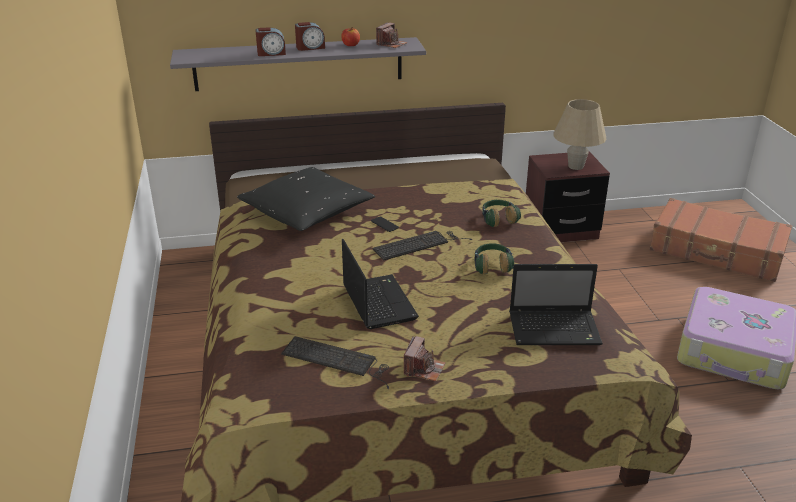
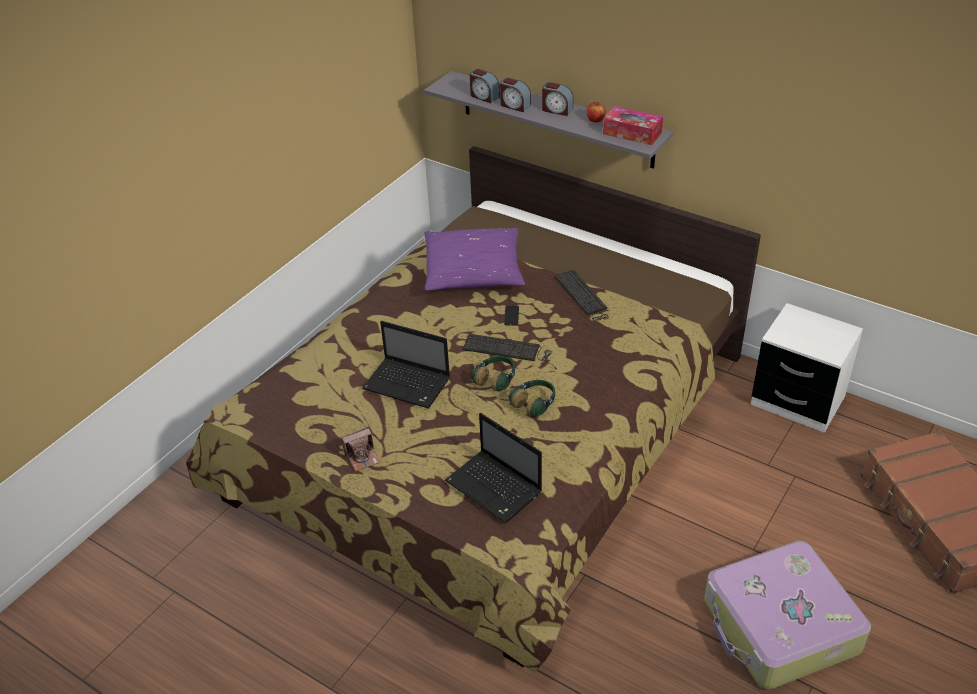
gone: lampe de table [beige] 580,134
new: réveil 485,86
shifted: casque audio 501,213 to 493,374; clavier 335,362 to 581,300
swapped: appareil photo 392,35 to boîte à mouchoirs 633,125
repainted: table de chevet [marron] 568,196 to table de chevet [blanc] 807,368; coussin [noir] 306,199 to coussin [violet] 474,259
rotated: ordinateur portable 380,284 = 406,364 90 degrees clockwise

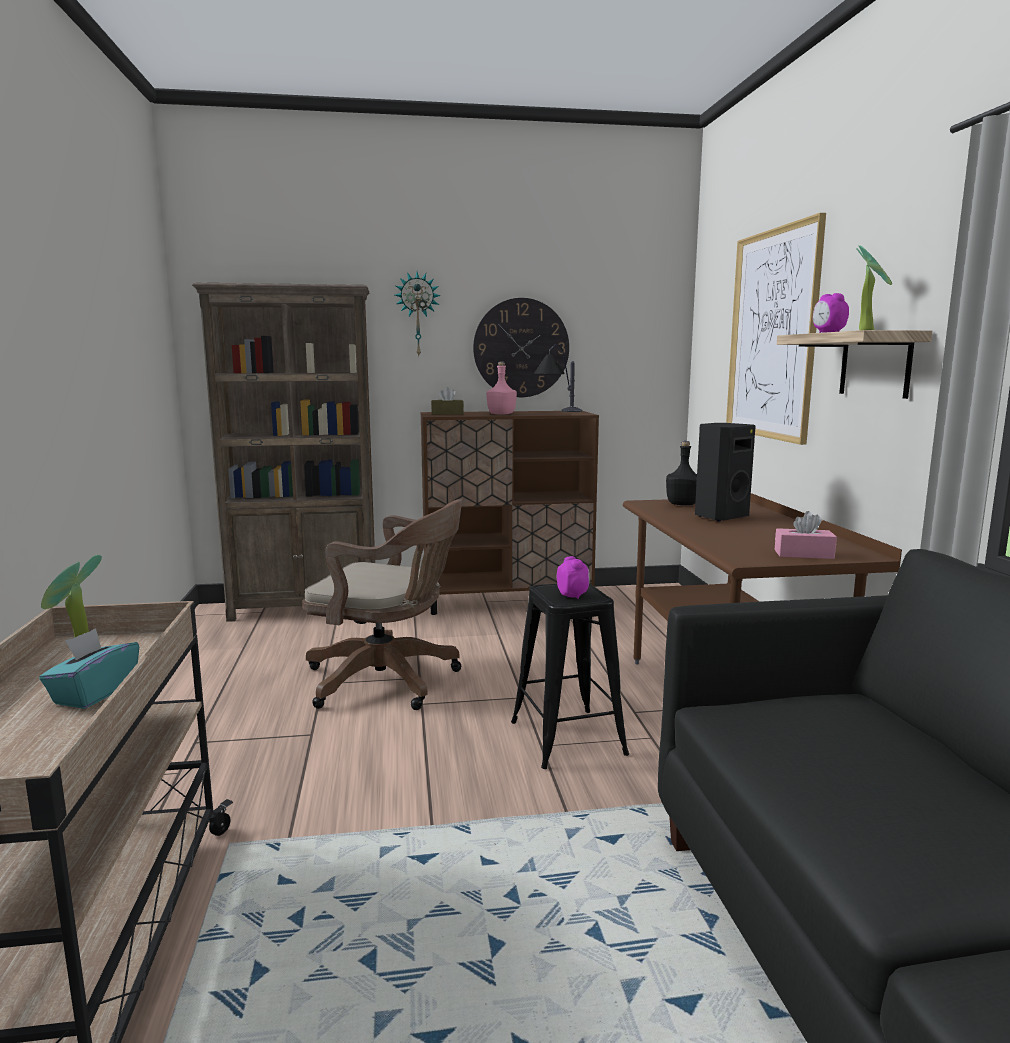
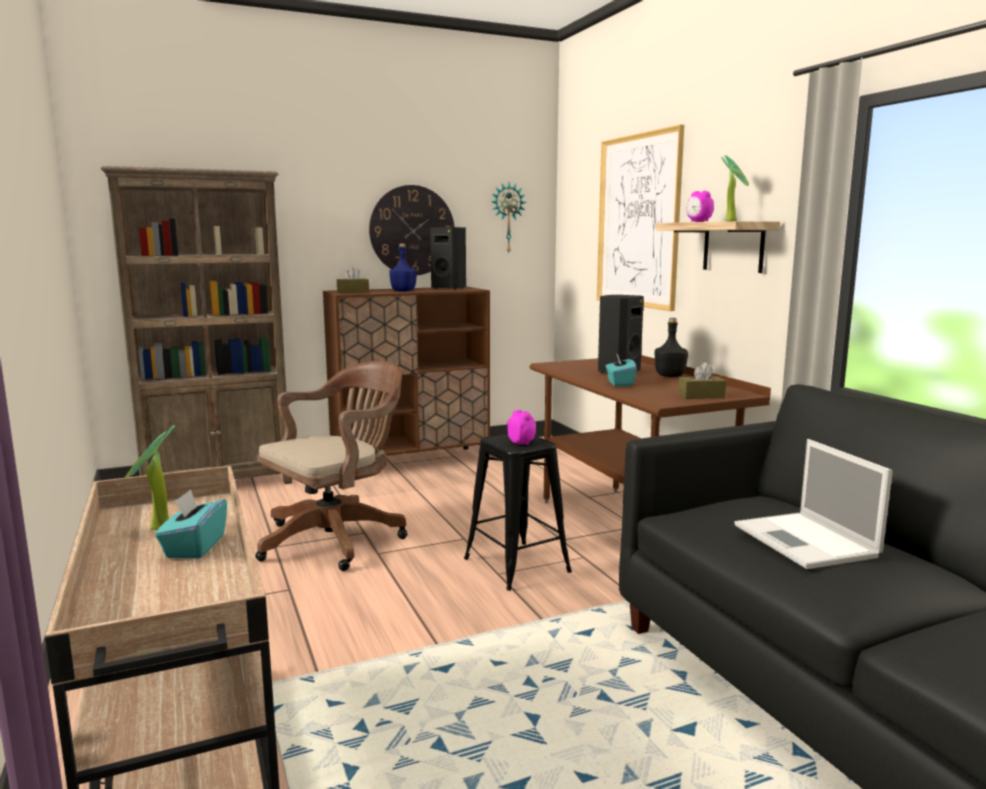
new: boîte à mouchoirs [turquoise] 621,370; ordinateur portable 813,504
shifted: horloge murale 418,314 to 509,218; bouteille [noir] 681,473 to 671,347
swapped: lampe de table 558,378 to enceinte [noir] 448,258
repainted: bouteille [rose] 501,388 to bouteille [bleu] 403,267; boîte à mouchoirs [rose] 806,535 to boîte à mouchoirs [marron] 702,380
rotated: chaise de bureau [marron] 382,604 = 331,466 45 degrees counterclockwise

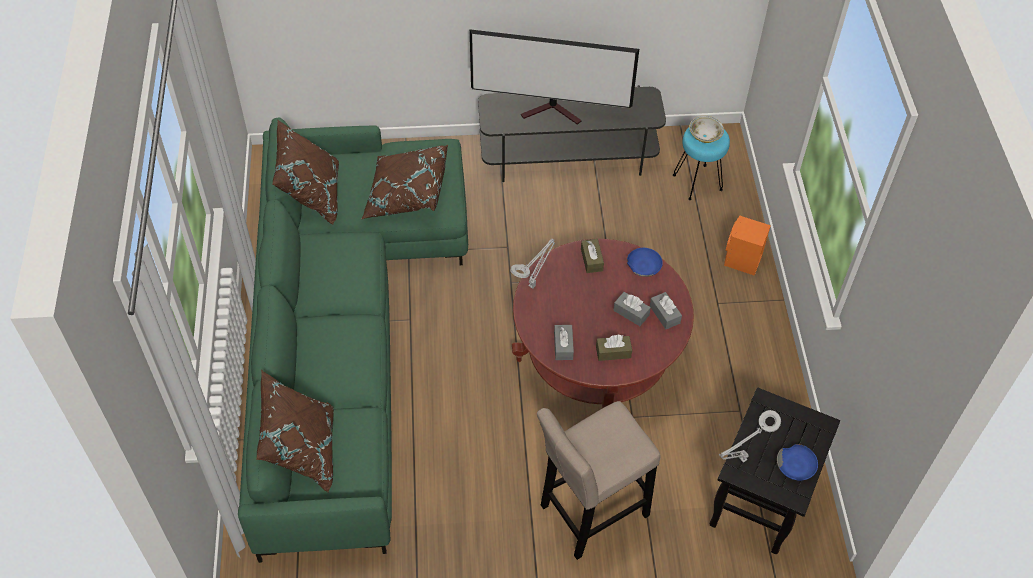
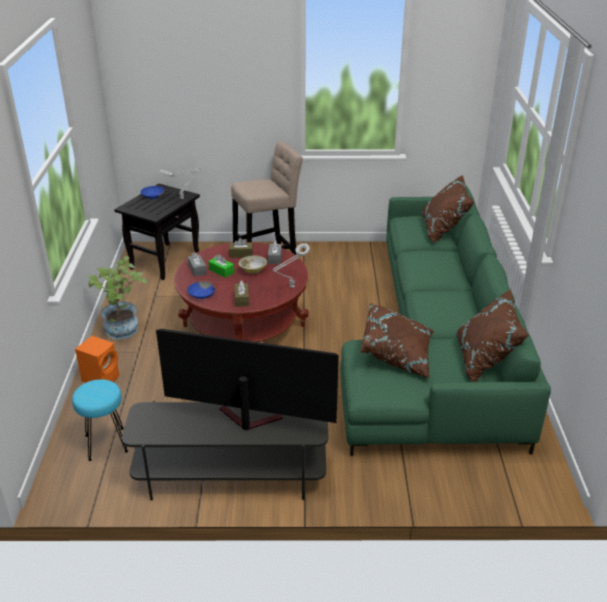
new: plante en pot 118,297
shifted: bol 706,129 to 253,264
repainted: boîte à mouchoirs [gris] 632,309 to boîte à mouchoirs [vert] 221,266

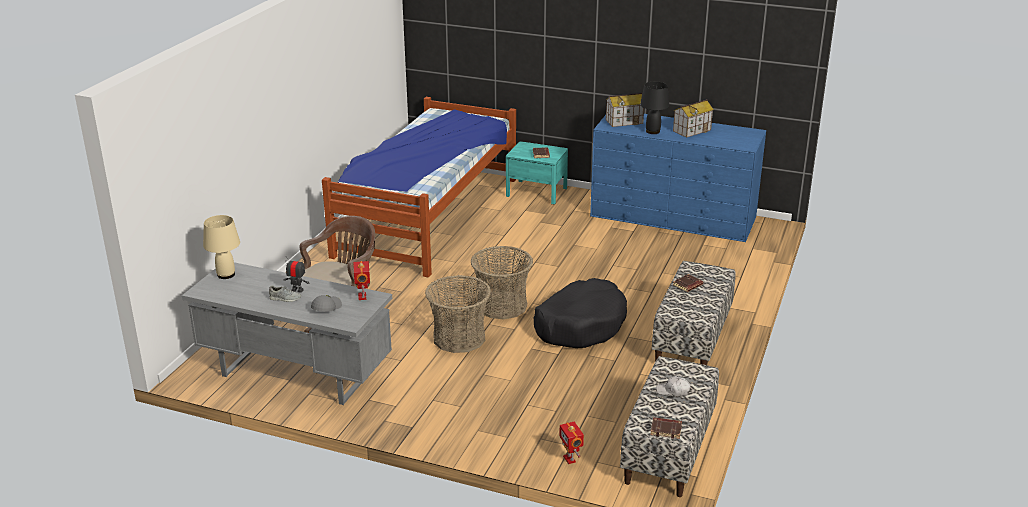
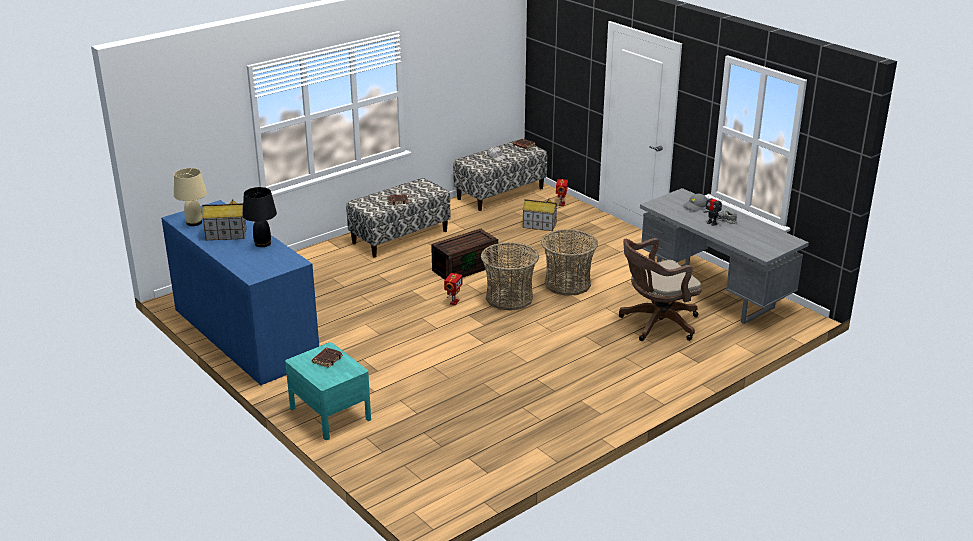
gone: lit 419,187
shifted: maison miniature 625,110 to 540,215; lampe de table [beige] 221,247 to 190,197; robot jouet 361,280 to 453,289
swapped: panier pour chien [noir] 580,313 to boîte de rangement [marron] 464,254

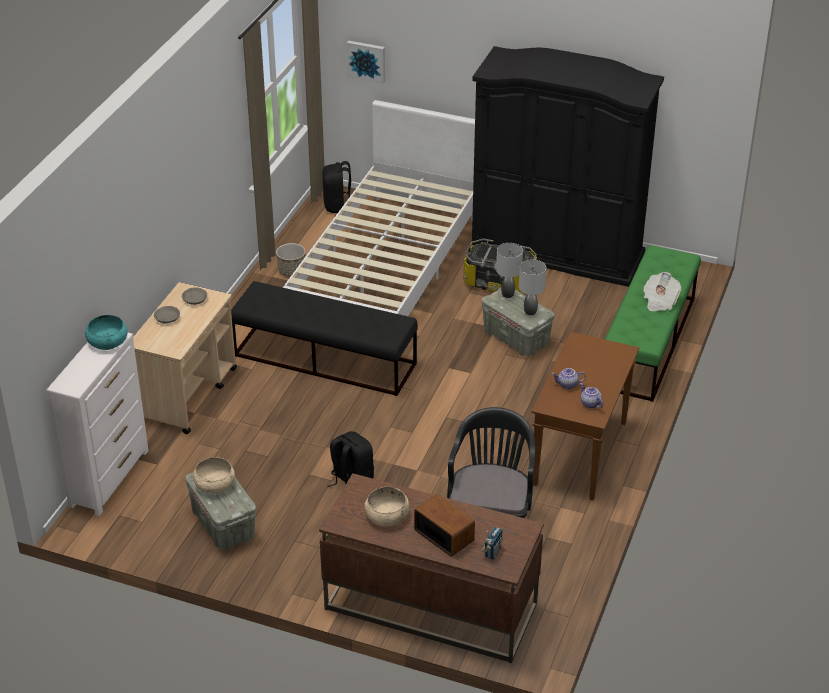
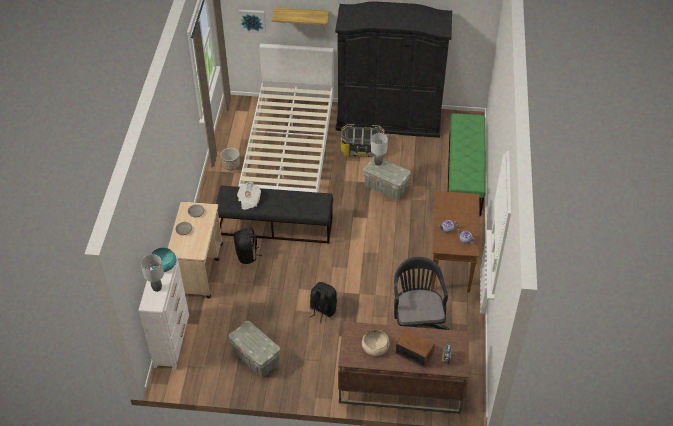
gone: bol [beige] 214,475
new: étagère 300,16
shifted: sac à dos [noir] 336,187 to 248,245; lampe de table [gris] 532,287 to 152,273; journal 662,291 to 249,196

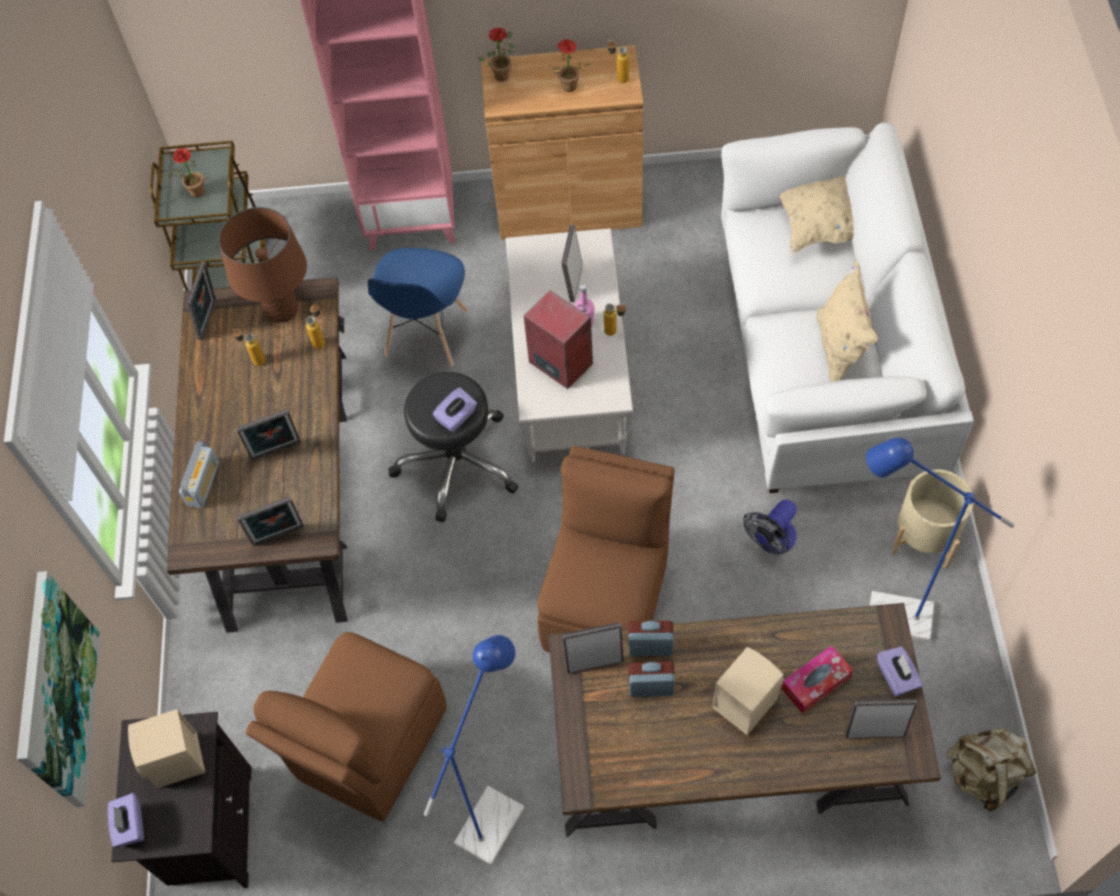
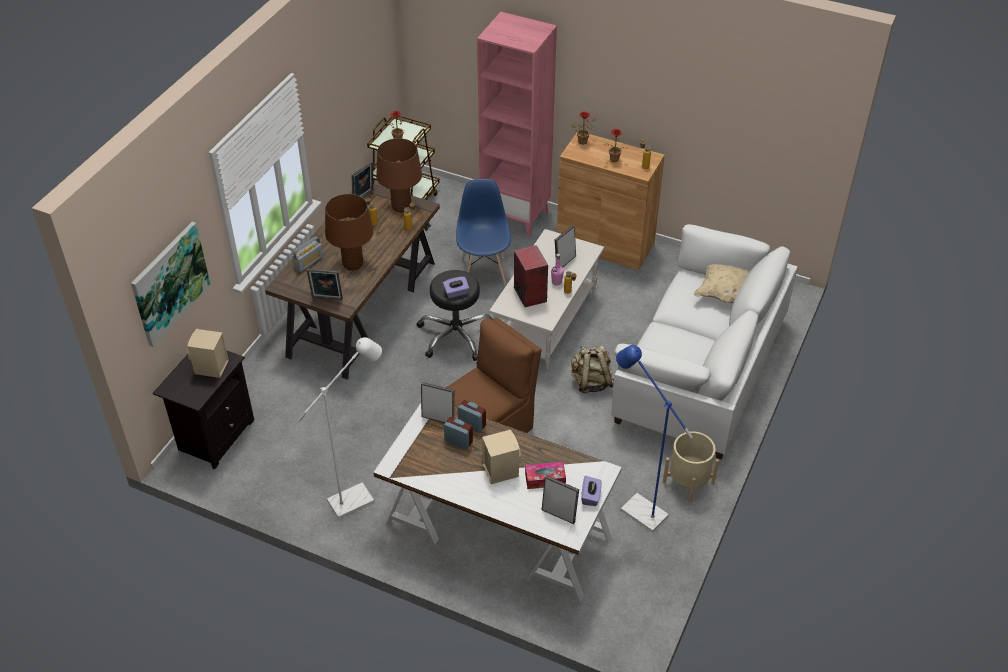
gone: coussin [beige] 847,321; ventilateur 770,527; chaise [marron] 346,727; boîte à mouchoirs [violet] 126,820
shifted: sac à dos [beige] 991,769 to 592,369
swapped: cadre photo 268,435 to lampe de table [marron] 349,232
repainted: bureau [marron] 744,720 to bureau [blanc] 497,502; lampadaire [bleu] 474,750 to lampadaire [blanc] 340,428
rotated: chaise [bleu] 418,307 = 483,232 135 degrees clockwise

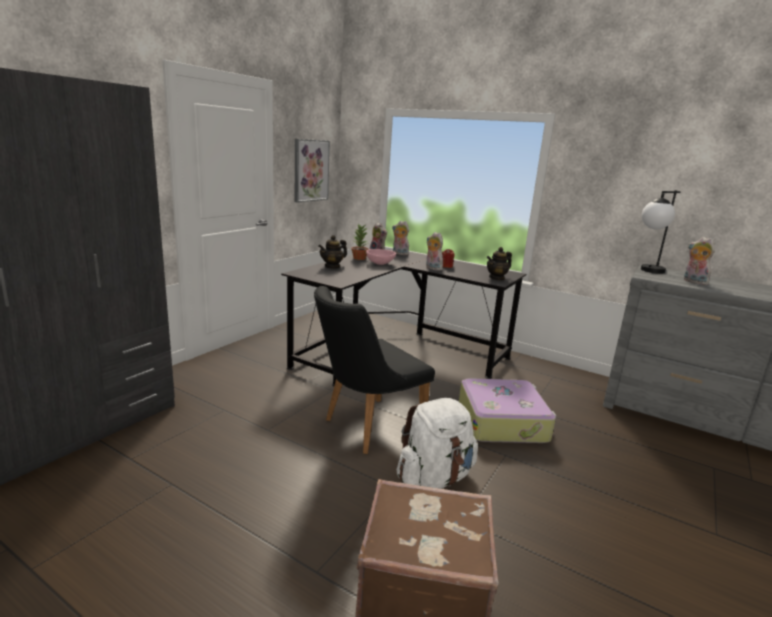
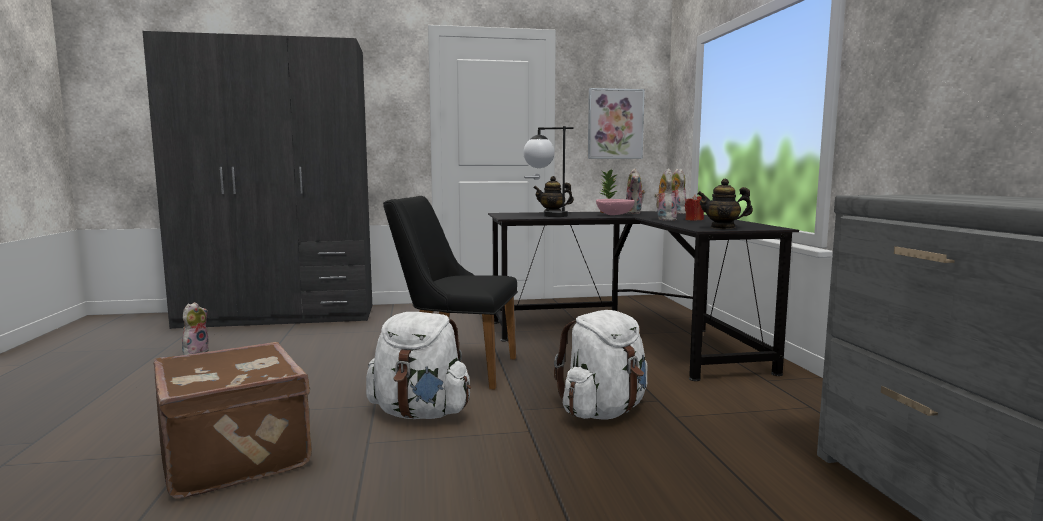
shifted: lampe de table 660,232 to 548,171; peluche 699,261 to 195,328
swapped: valise 507,410 to sac à dos [blanc] 601,365

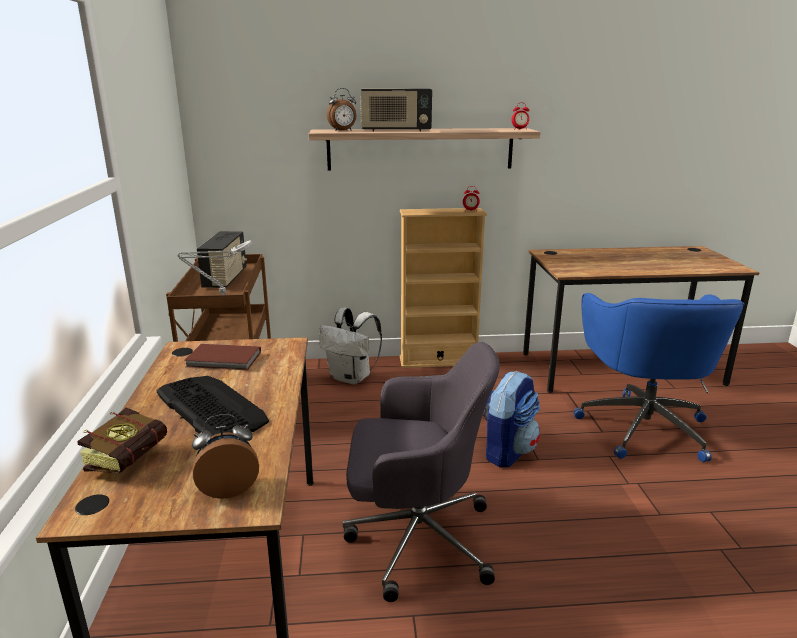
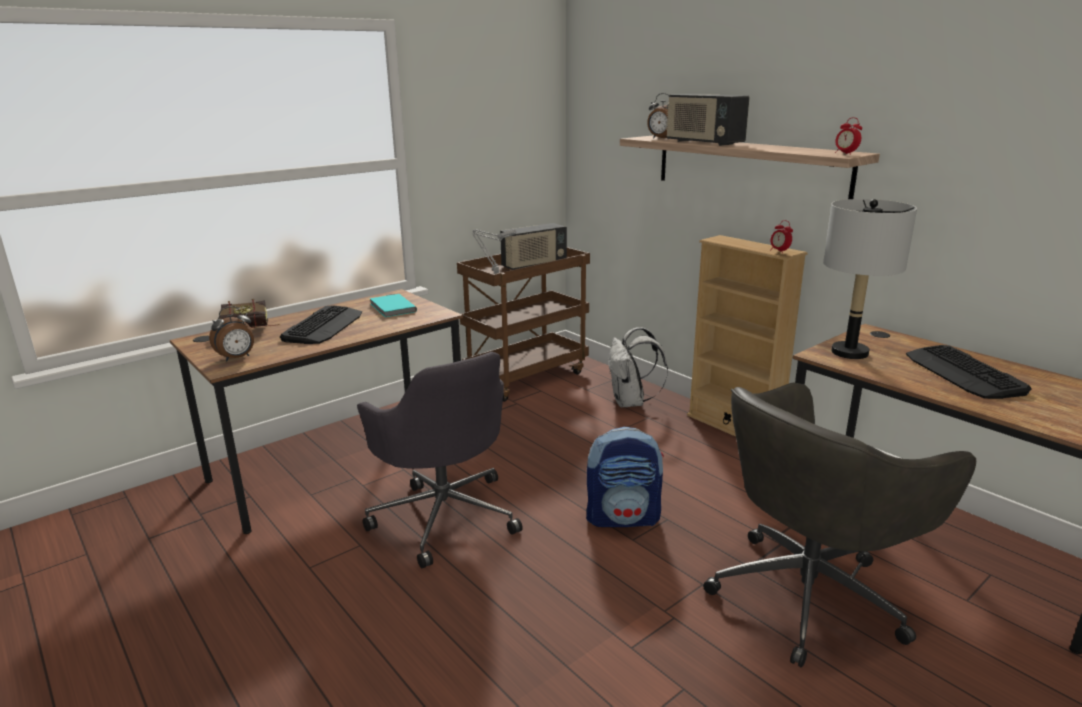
new: lampe de table [gris] 870,279; clavier 969,372
repainted: chaise de bureau [bleu] 658,377 to chaise de bureau [gris] 839,525; livre [marron] 222,357 to livre [turquoise] 393,305
rotated: réveil 225,456 = 231,333 105 degrees clockwise

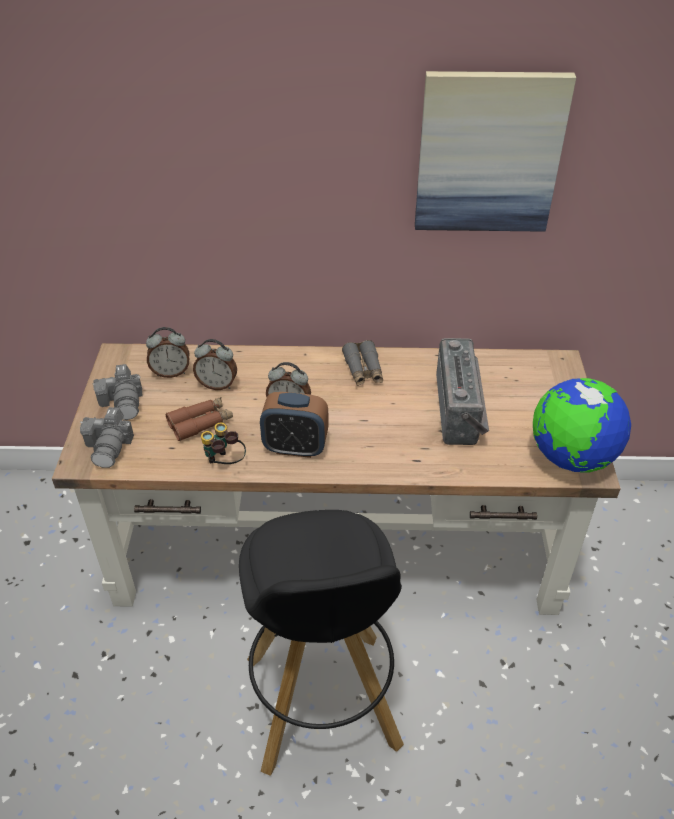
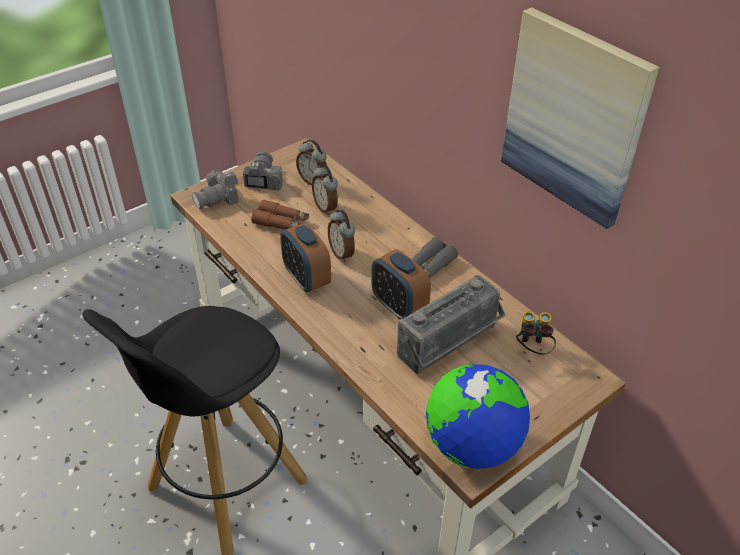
new: réveil 401,284
shifted: jumelles 223,443 to 536,333
rotated: appareil photo 117,392 = 263,170 150 degrees clockwise

